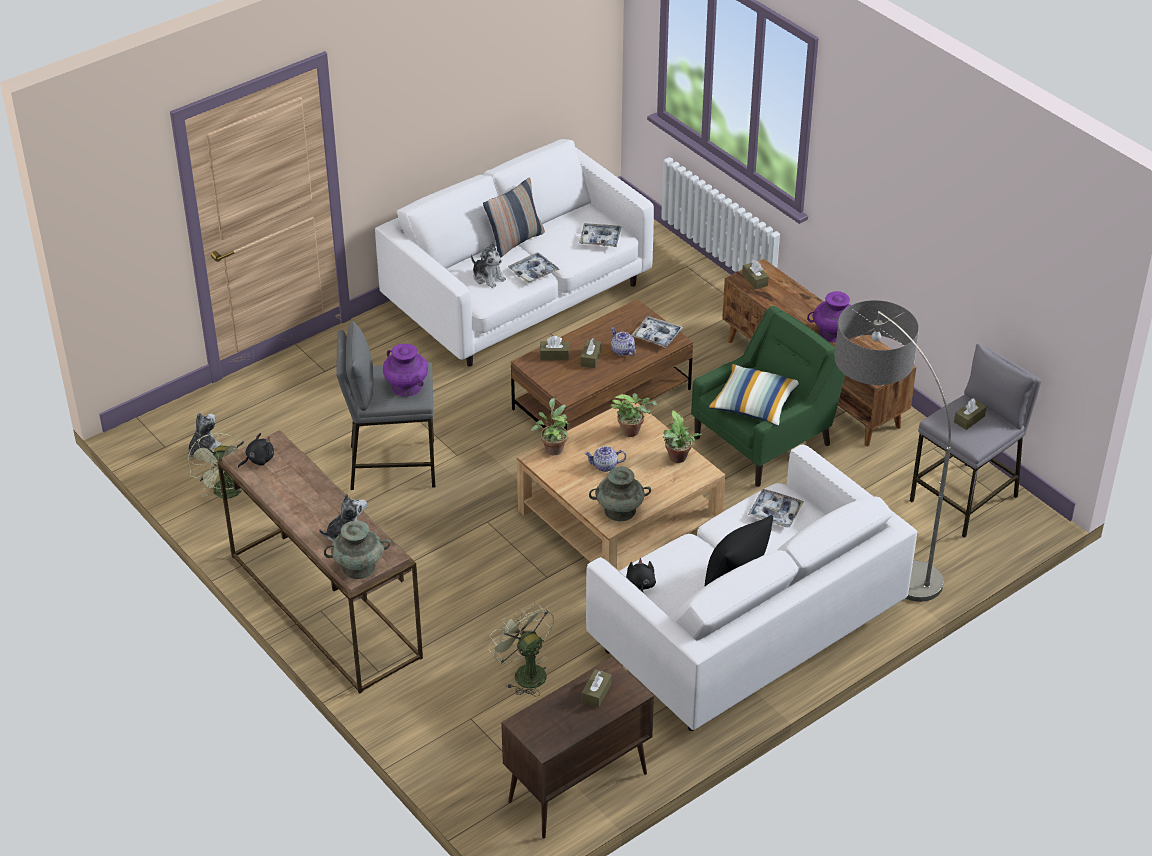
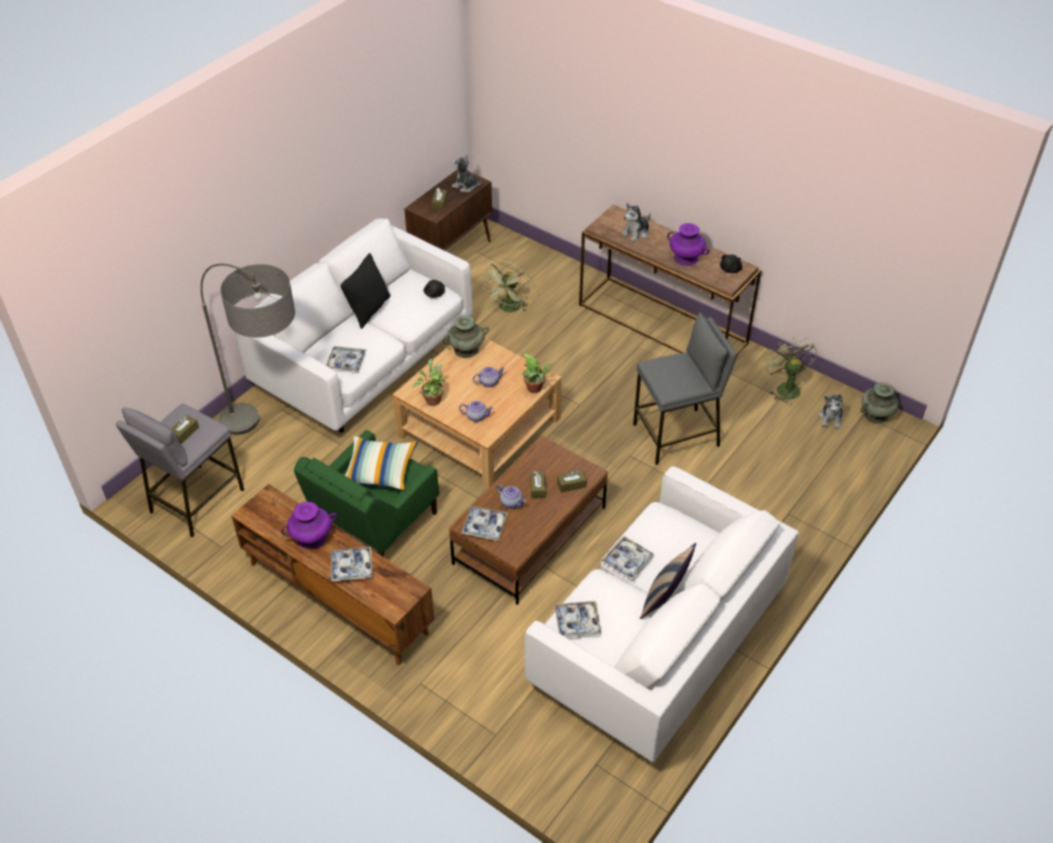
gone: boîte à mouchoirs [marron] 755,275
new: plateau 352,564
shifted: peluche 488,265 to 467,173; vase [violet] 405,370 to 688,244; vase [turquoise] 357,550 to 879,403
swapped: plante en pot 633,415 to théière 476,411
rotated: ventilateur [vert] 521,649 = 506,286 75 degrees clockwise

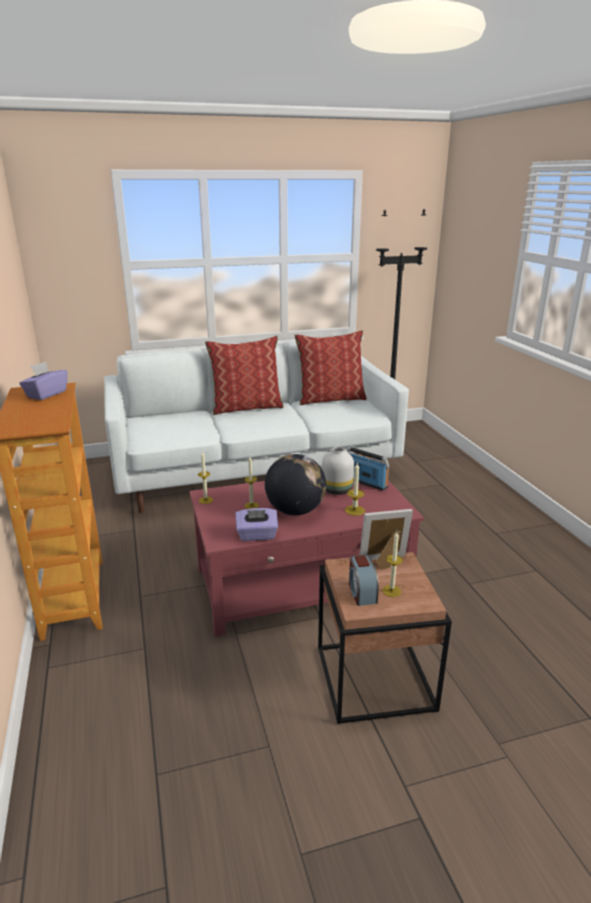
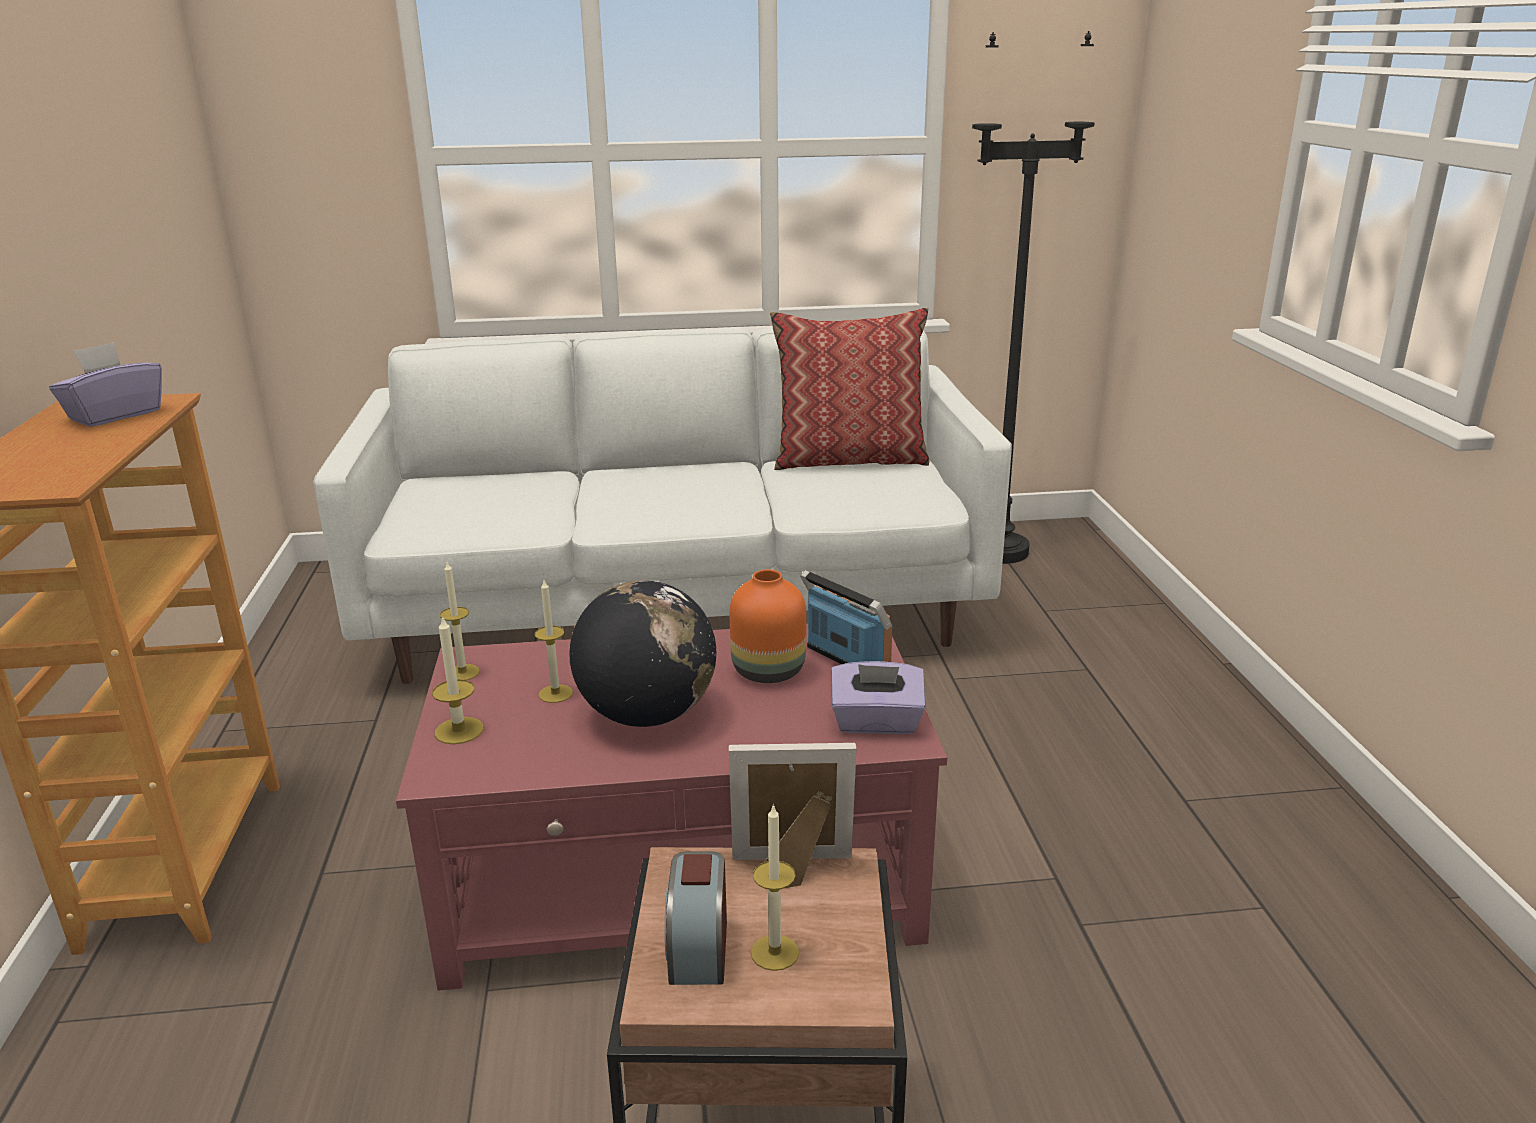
gone: coussin 244,375
shifted: bougie 355,489 to 458,679; boîte à mouchoirs [violet] 256,524 to 878,697
repainted: vase [blanc] 338,471 to vase [orange] 767,626

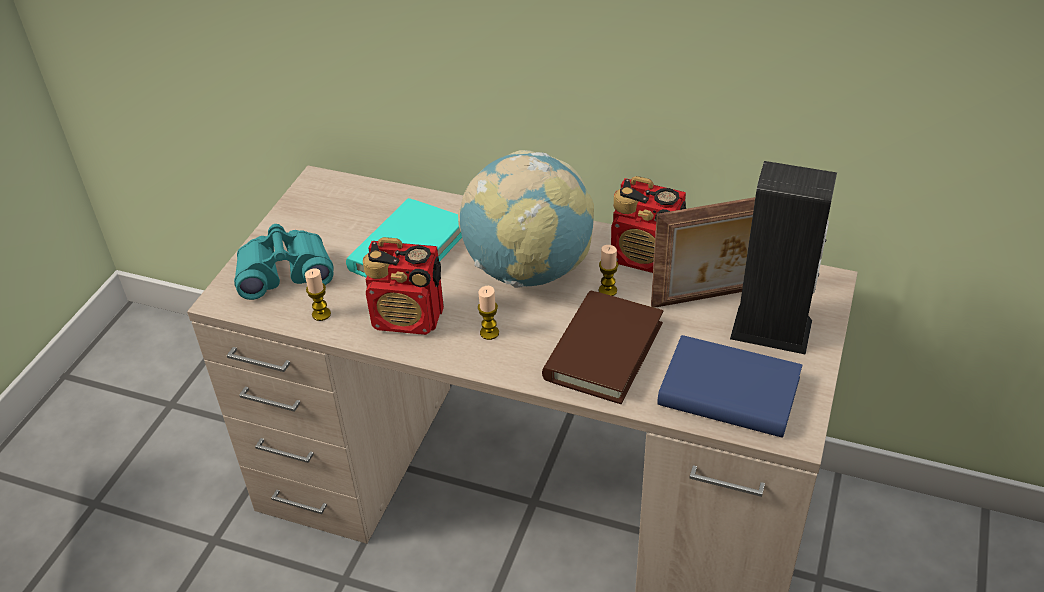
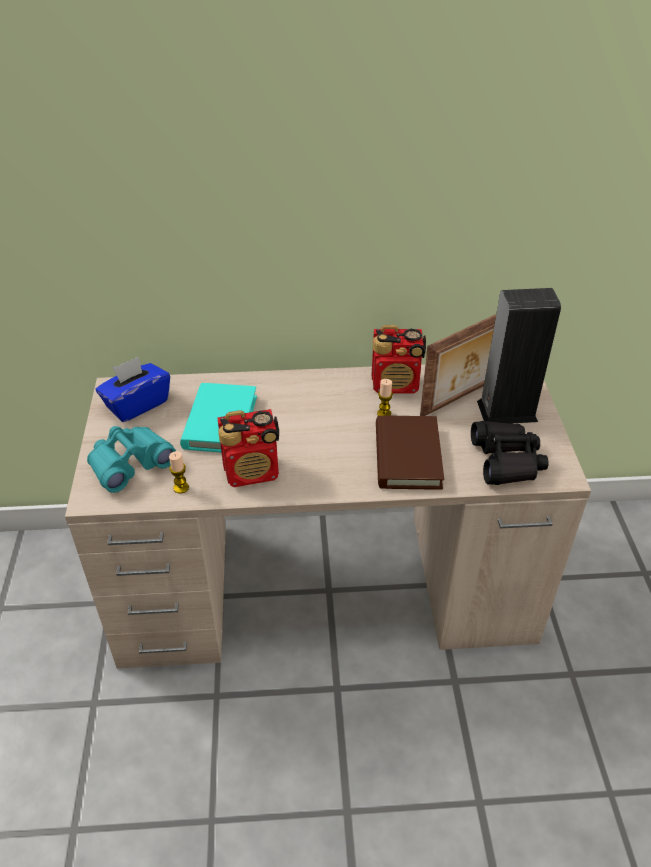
gone: globe 526,219; bougie 488,313
new: boîte à mouchoirs [bleu] 133,389
swapped: livre [bleu] 729,386 to jumelles [noir] 510,453

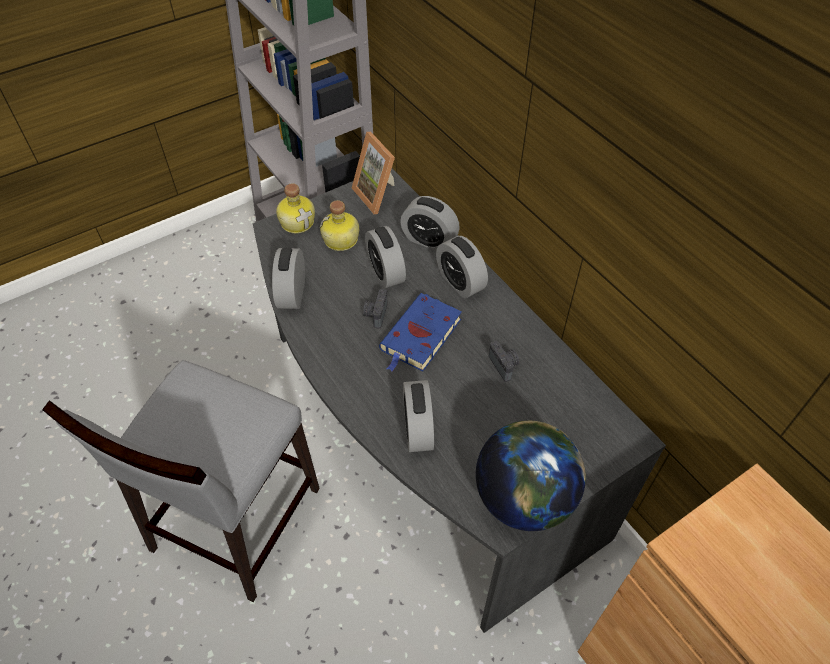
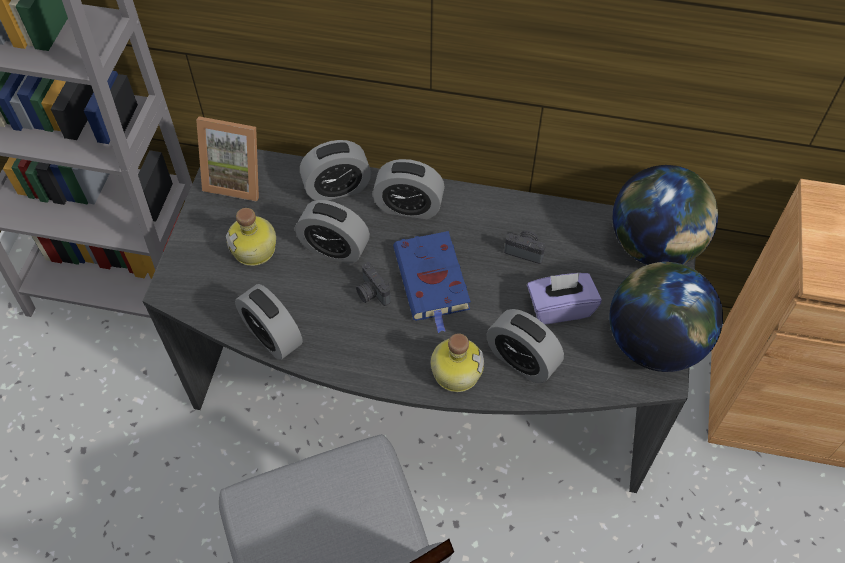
new: globe 665,215; boîte à mouchoirs [violet] 564,298
shifted: bouteille 295,208 to 457,362

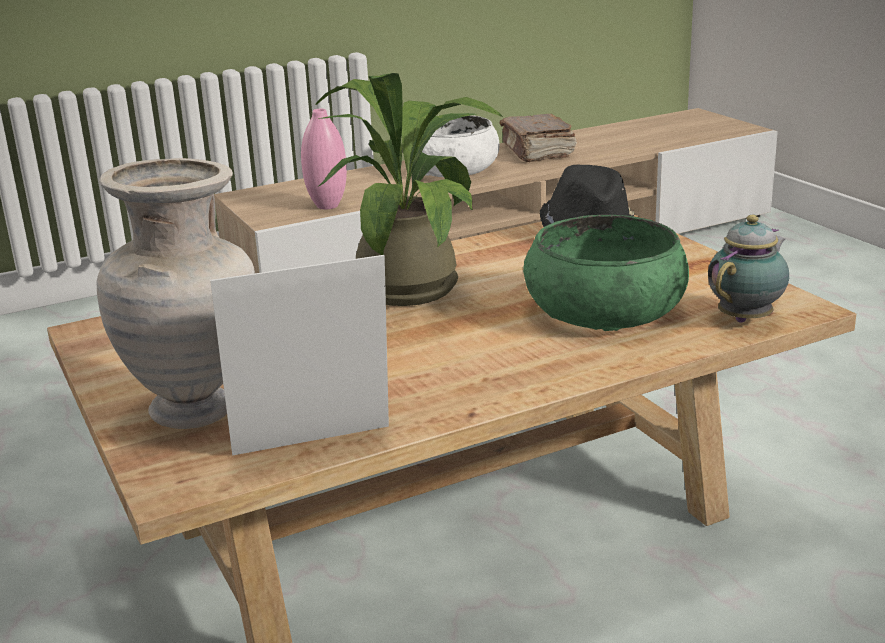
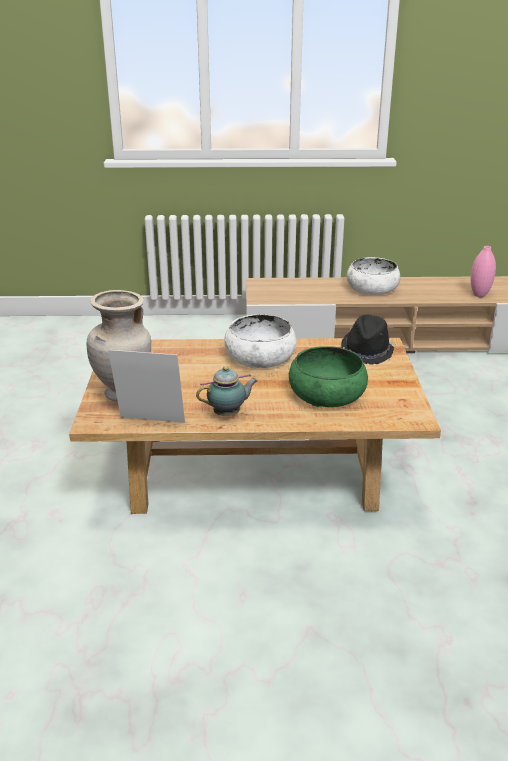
gone: livre [marron] 538,138
shifted: vase [rose] 324,159 to 483,271; théière 748,269 to 227,391
swapped: plante en pot 409,189 to bol [blanc] 260,341

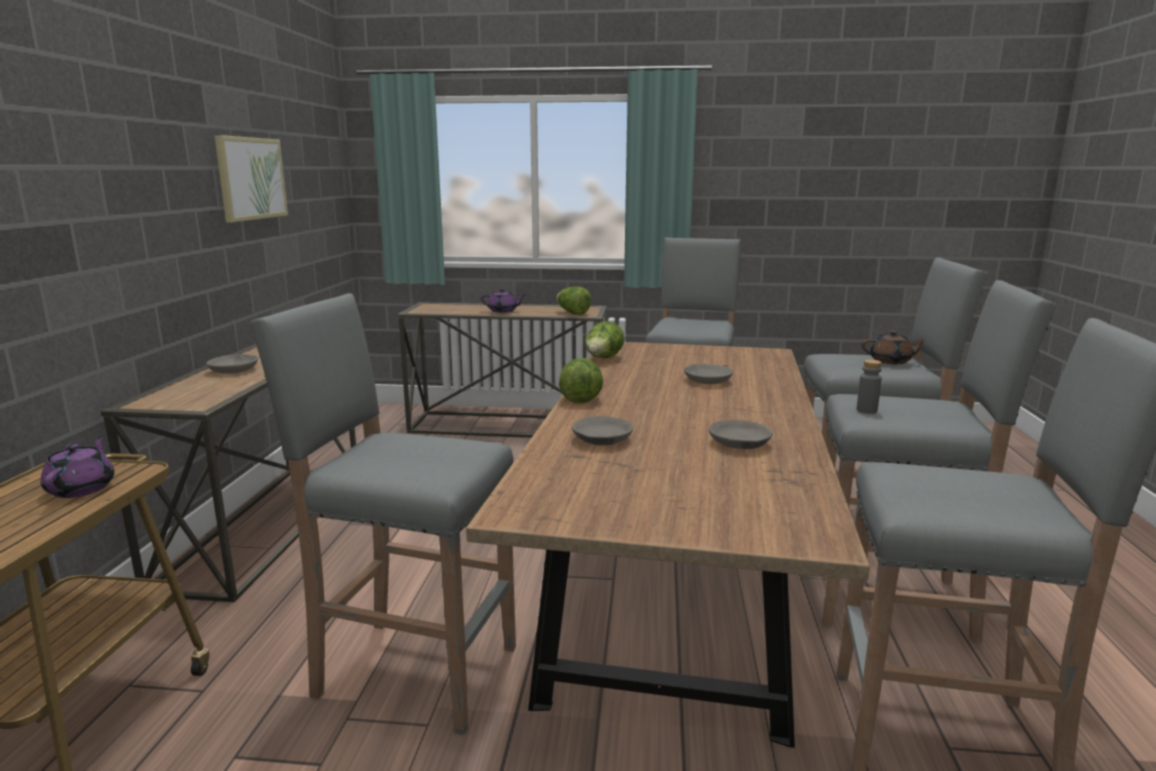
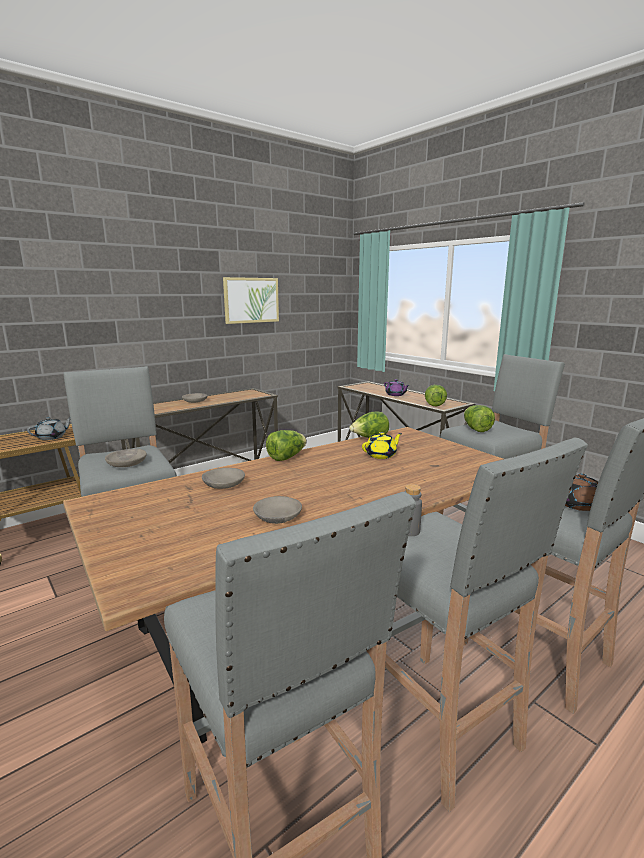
new: laitue 479,418; théière [jaune] 382,445
shifted: bol [gris] 708,374 to 126,458
repainted: théière [violet] 77,467 to théière [gris] 48,428

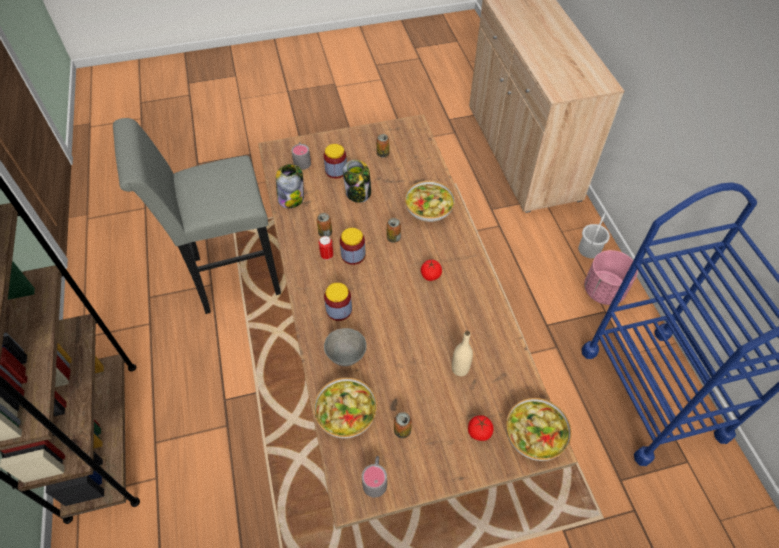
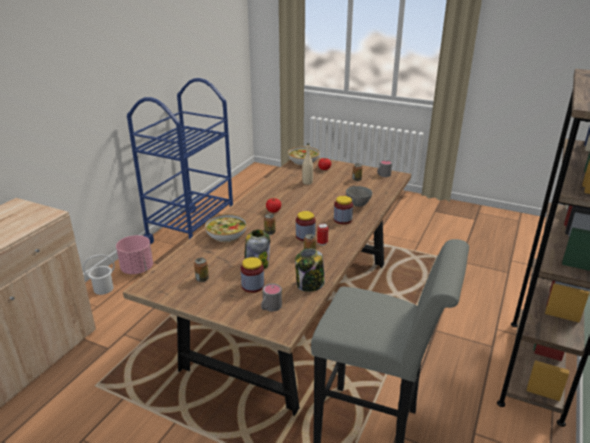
gone: bol 345,408

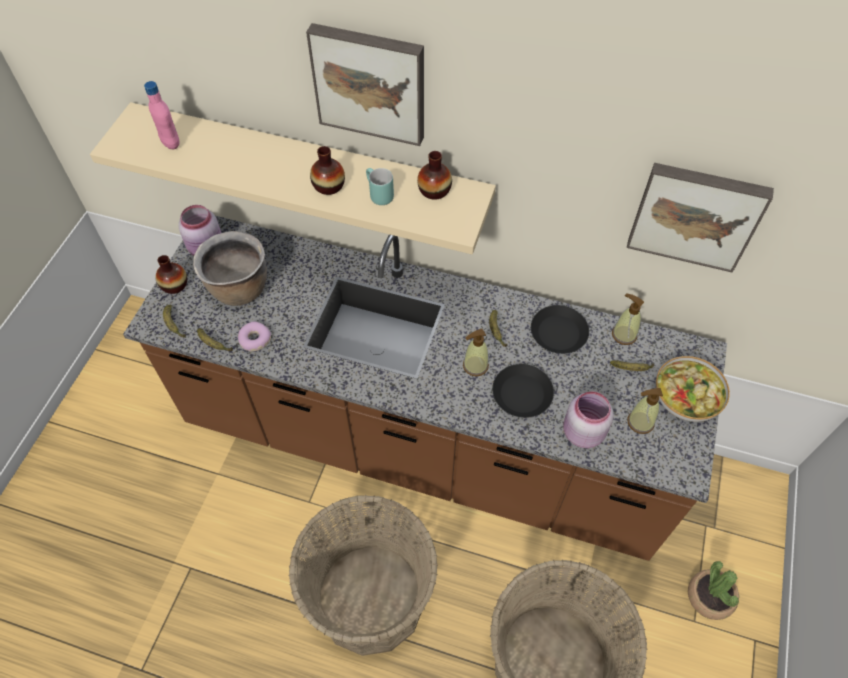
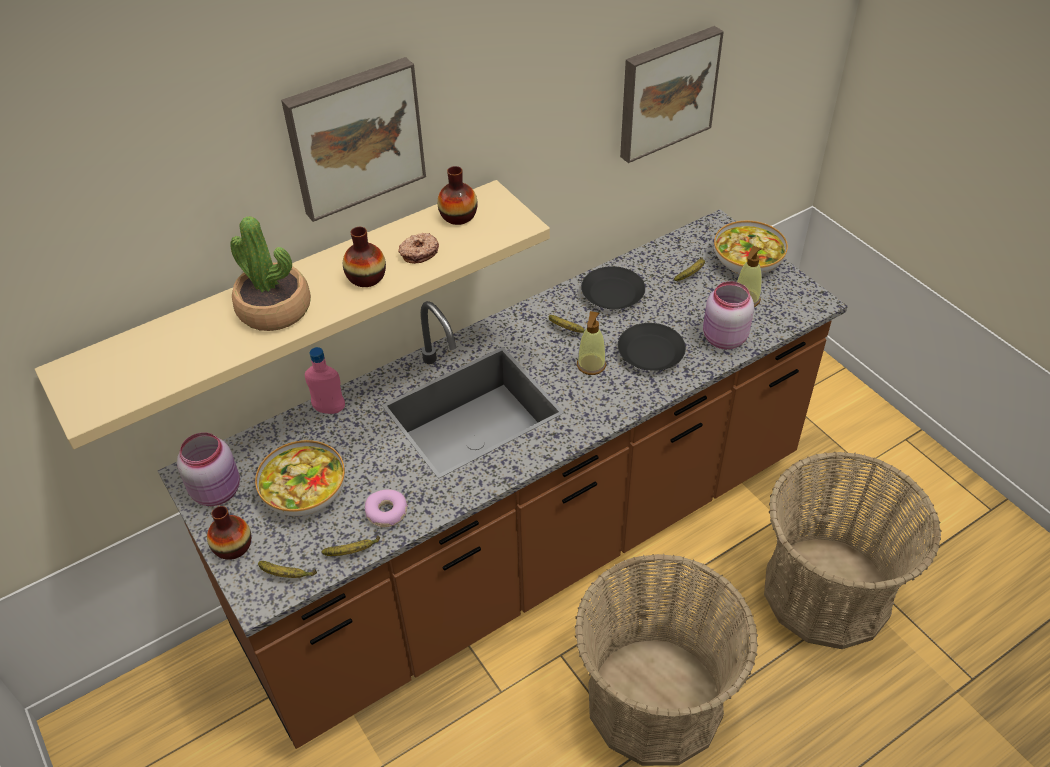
gone: distributeur de savon 628,319
shifted: bouteille [rose] 161,115 to 325,380; plante en pot 713,590 to 270,273
swapped: mug [turquoise] 380,186 to beignet 418,248; marmite [marron] 230,268 to bol 300,478

